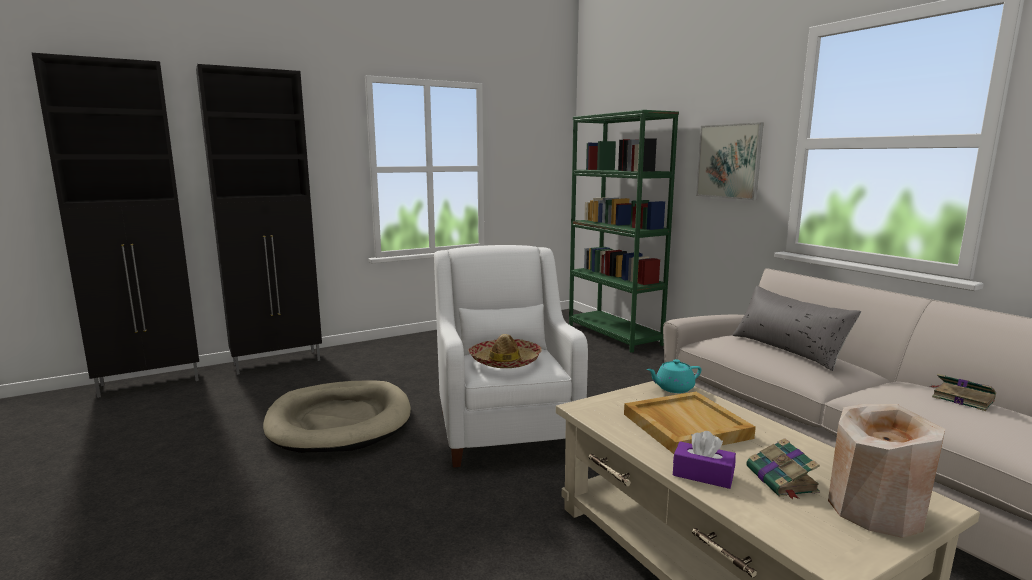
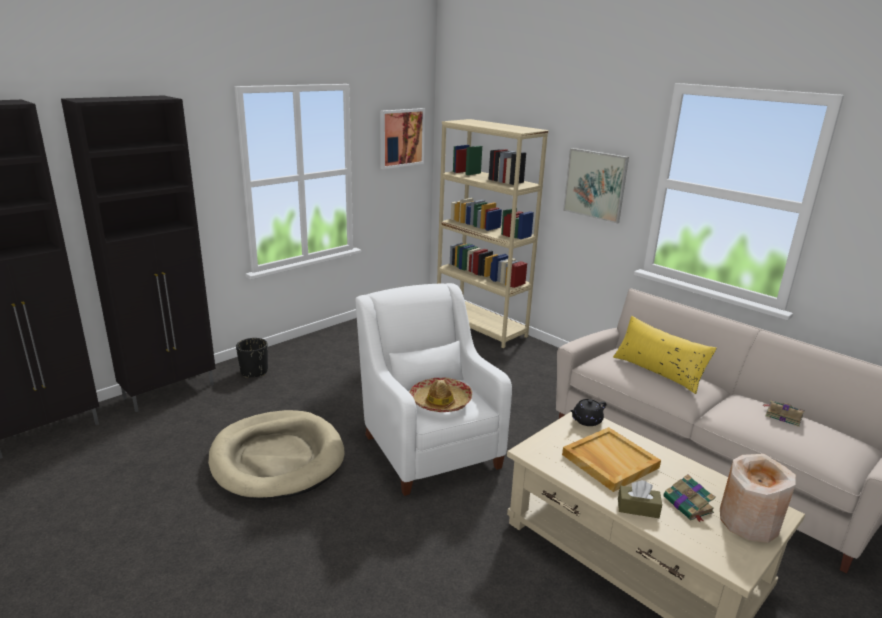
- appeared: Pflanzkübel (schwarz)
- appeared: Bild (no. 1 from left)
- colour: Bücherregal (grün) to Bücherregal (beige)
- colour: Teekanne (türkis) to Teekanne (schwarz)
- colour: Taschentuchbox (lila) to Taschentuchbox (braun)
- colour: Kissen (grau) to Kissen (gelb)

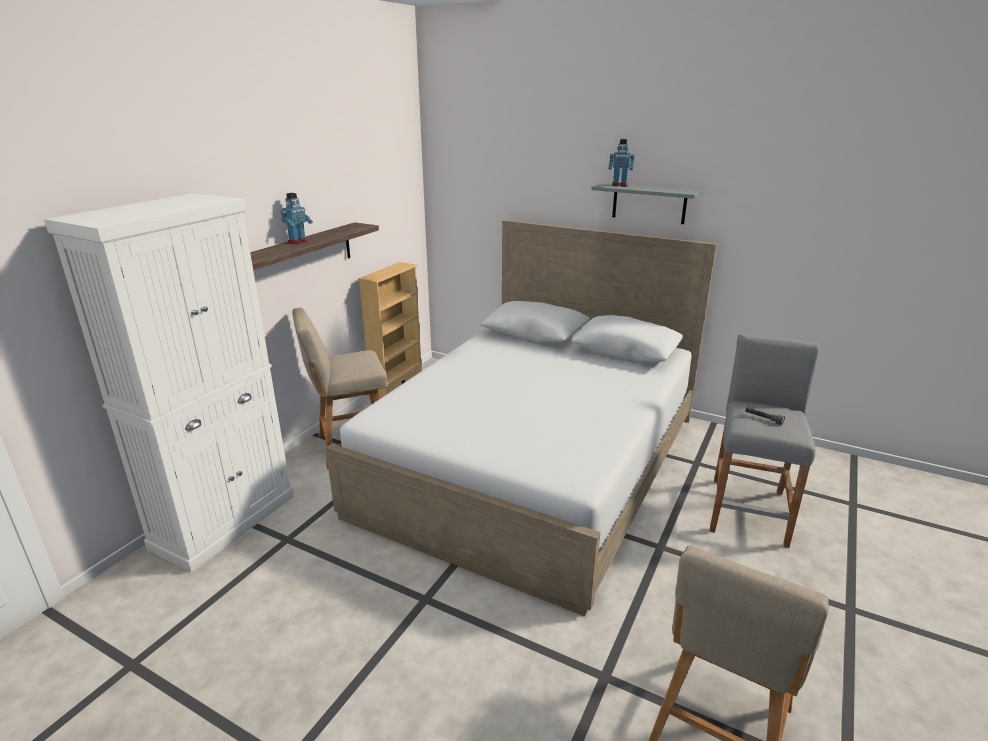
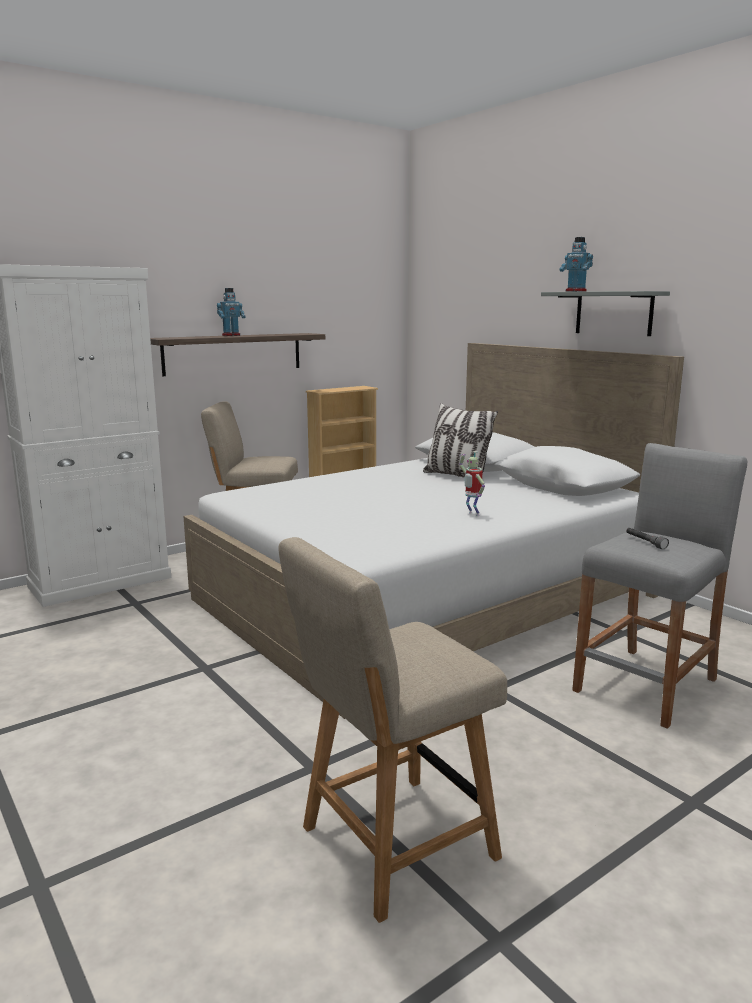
- appeared: Kissen
- appeared: Spielzeugroboter (no. 2 from left)

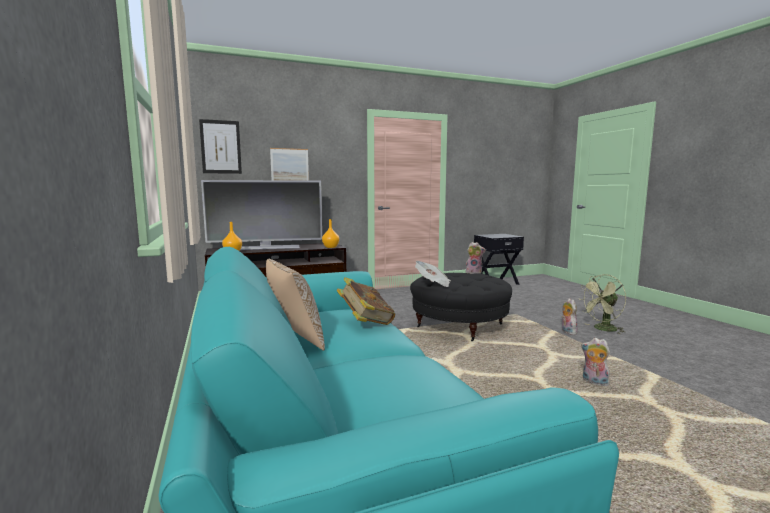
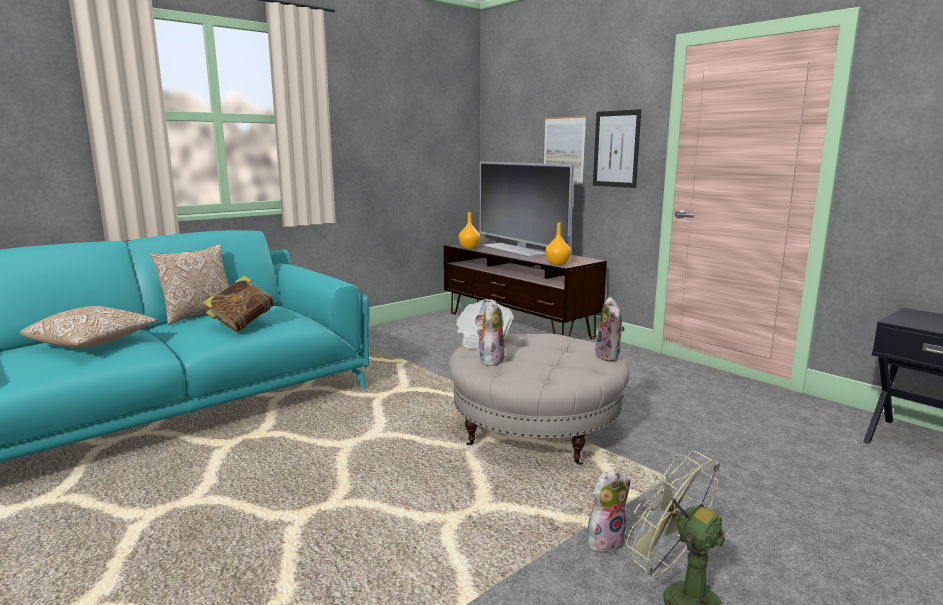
- appeared: Kissen (no. 1 from left)
- relocated: Bild (no. 1 from left in the first image) to Bild (no. 2 from left)
- relocated: Plüschtier (no. 3 from left in the first image) to Plüschtier (no. 1 from left)
- colour: Polsterhocker (schwarz) to Polsterhocker (beige)

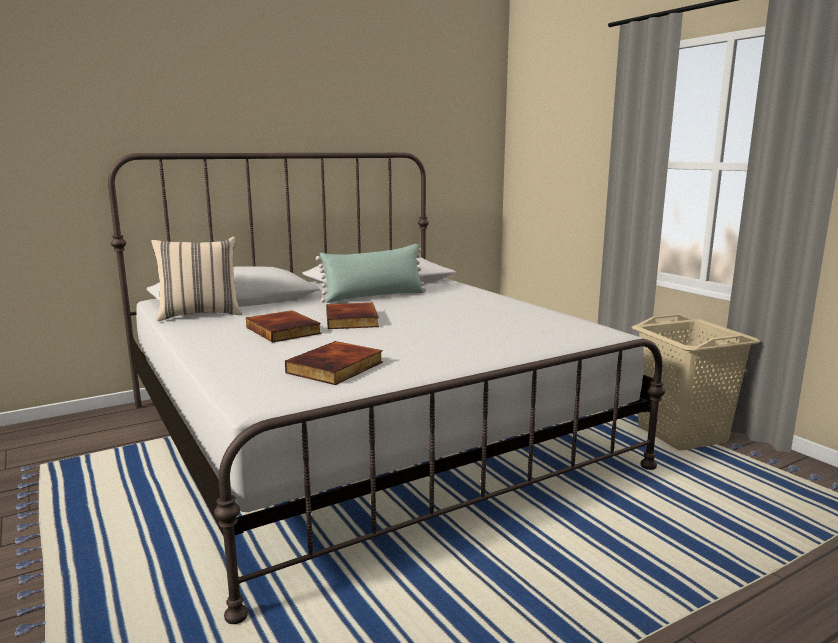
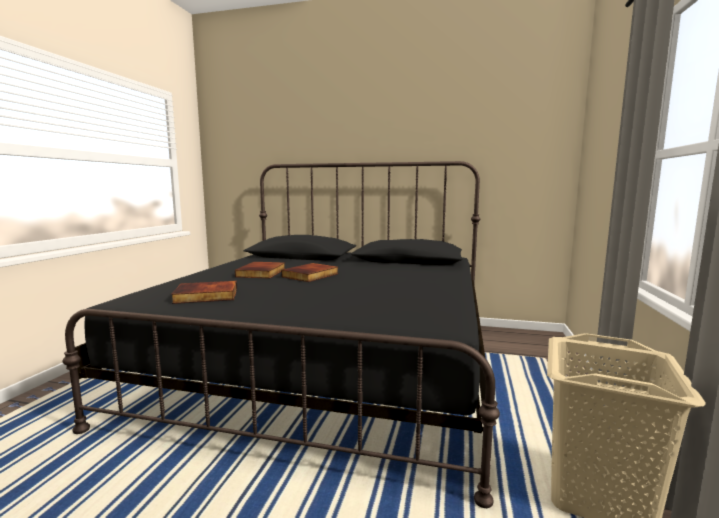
- missing: Kissen (beige)
- missing: Kissen (grün)
- colour: Bett (weiß) to Bett (schwarz)

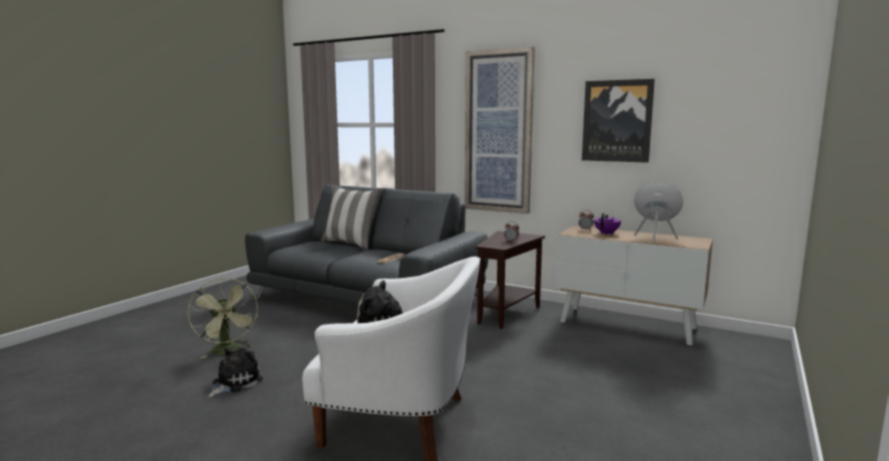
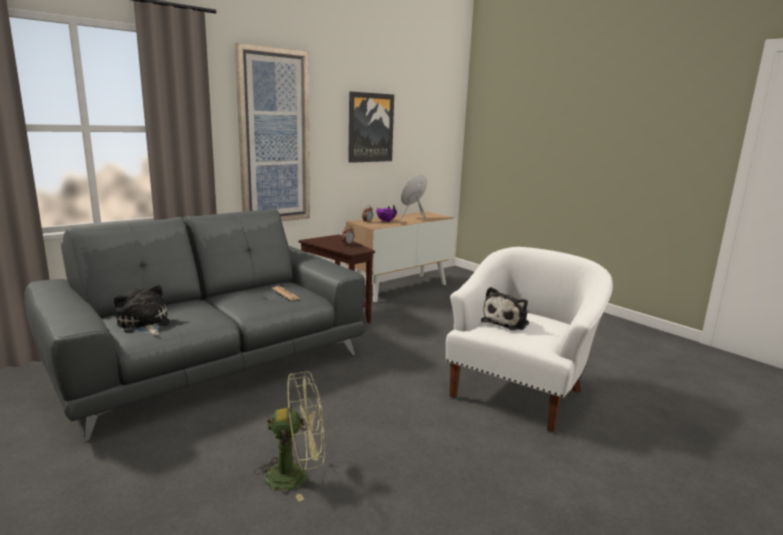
- missing: Kissen
- relocated: Plüschtier (no. 1 from left)

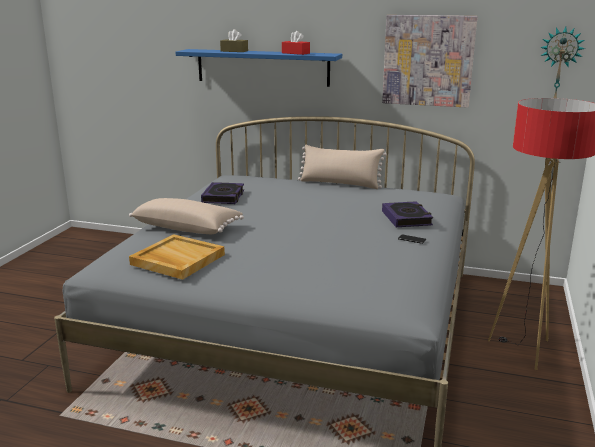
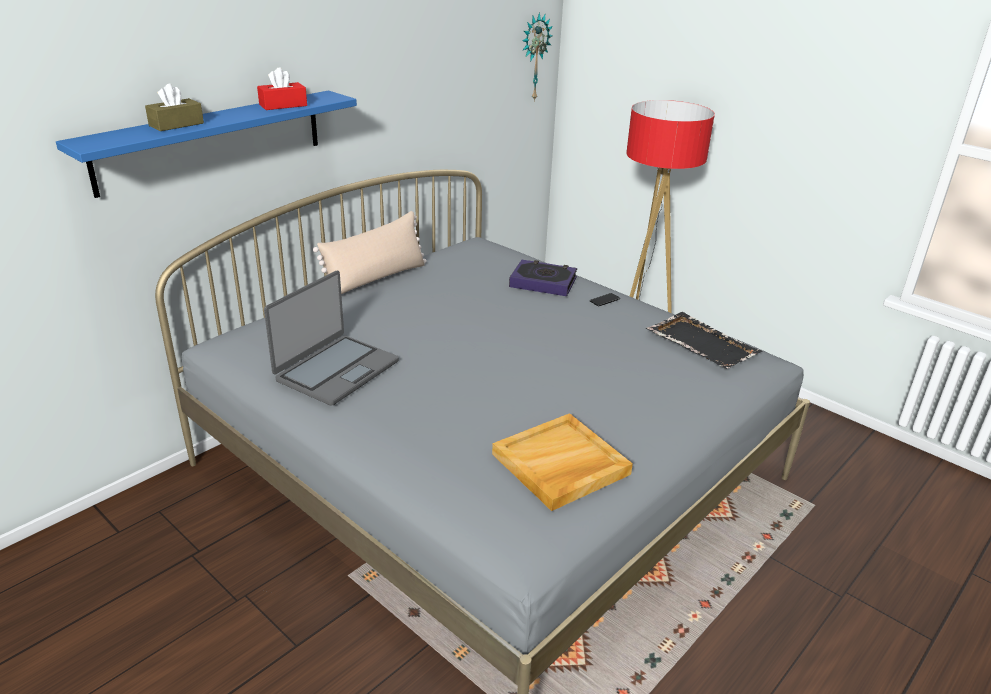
- missing: Kissen (beige) (no. 1 from left)
- missing: Bild
- appeared: Tablett (schwarz)
- exchanged: Buch (no. 1 from left) to Laptop

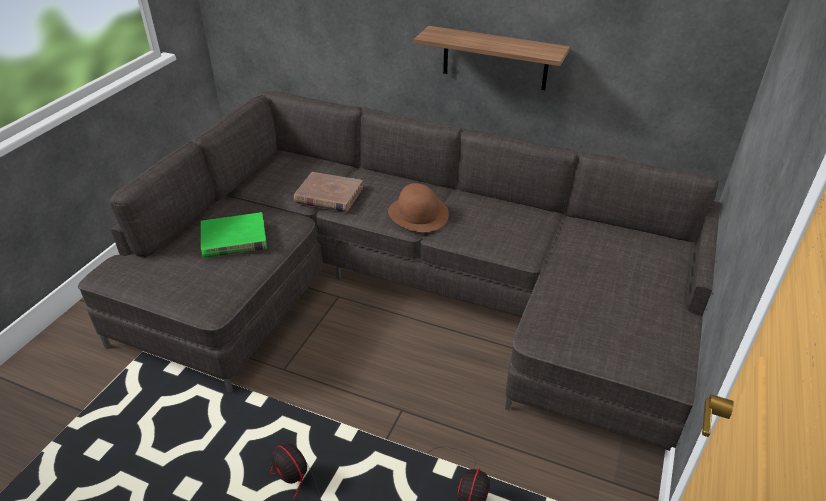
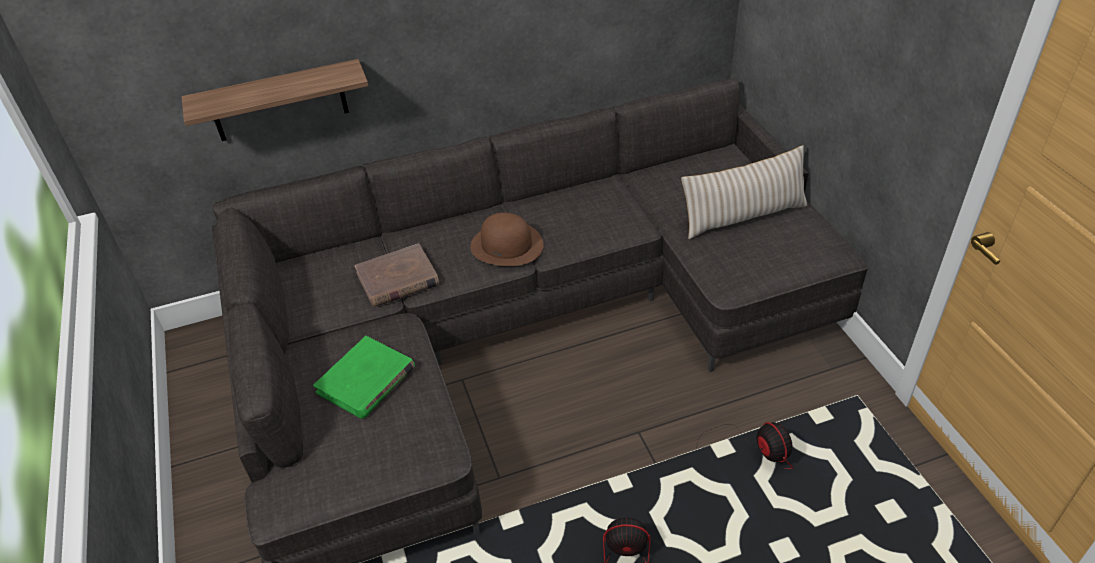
- appeared: Kissen (beige)
- relocated: Wandregal

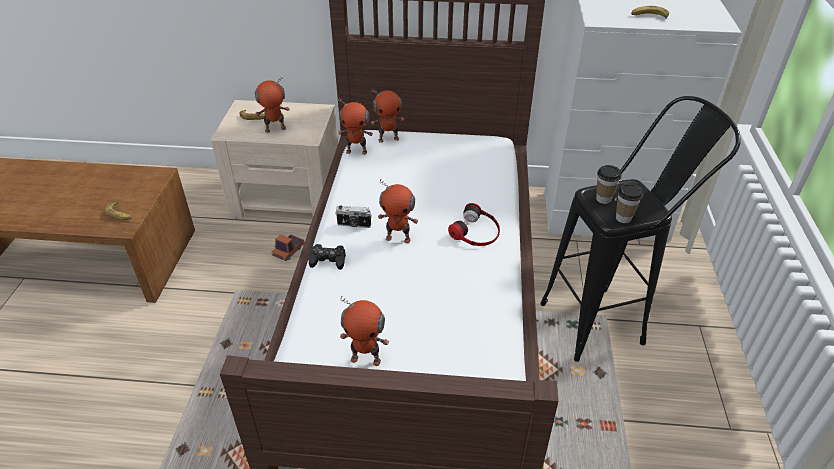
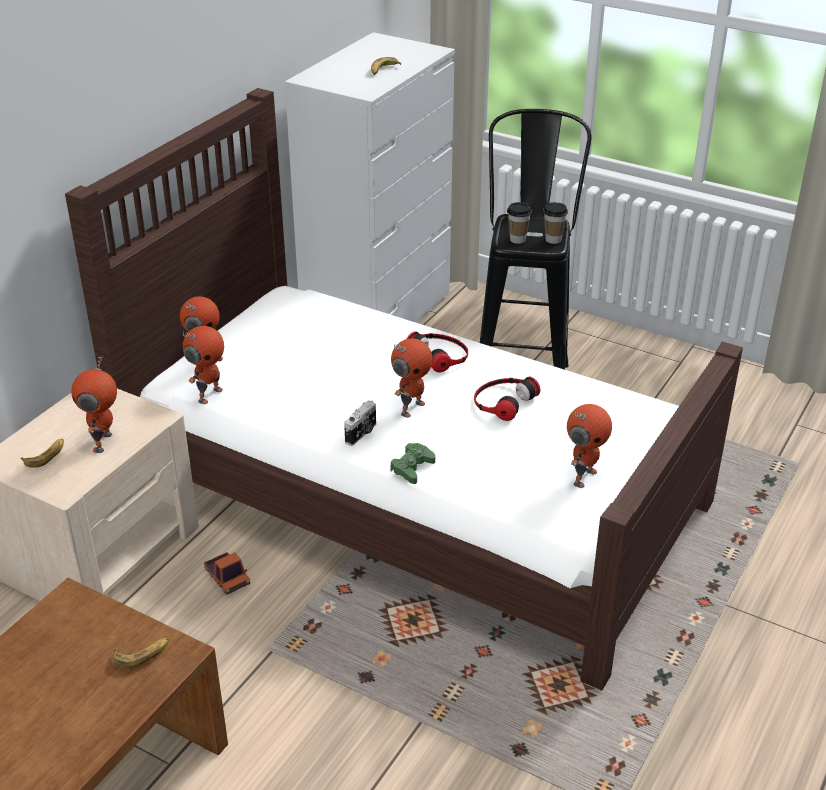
- appeared: Kopfhörer (no. 2 from left)
- colour: Gamepad (schwarz) to Gamepad (grün)

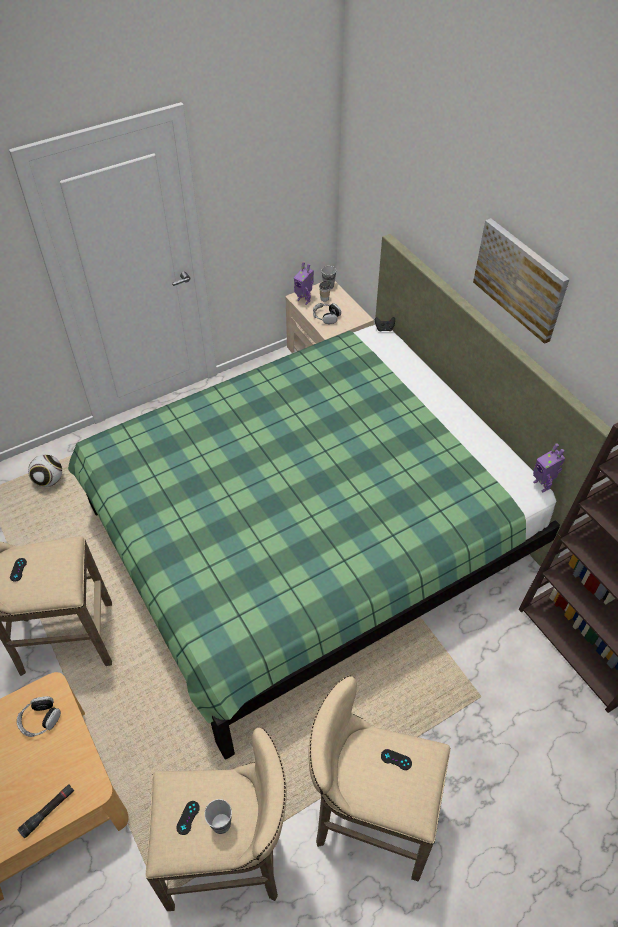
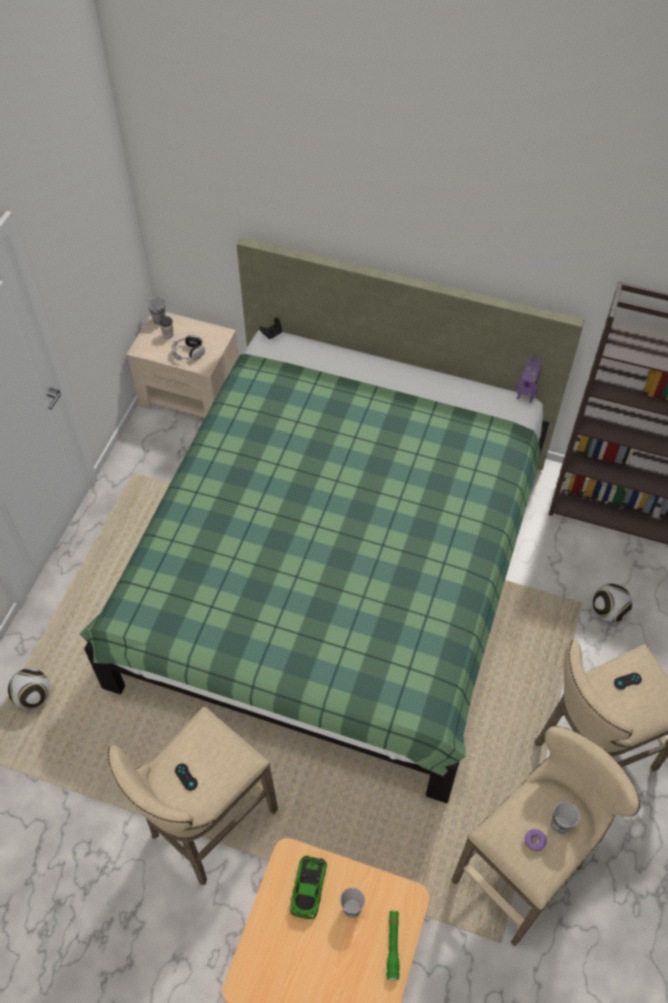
- missing: Spielzeugroboter (no. 1 from left)
- missing: Bild
- appeared: Tasse (no. 3 from left)
- appeared: Fußball (no. 2 from left)
- exchanged: Kopfhörer (no. 1 from left) to Spielzeugauto
- exchanged: Gamepad (schwarz) (no. 2 from left) to Donut
- colour: Taschenlampe (schwarz) to Taschenlampe (grün)

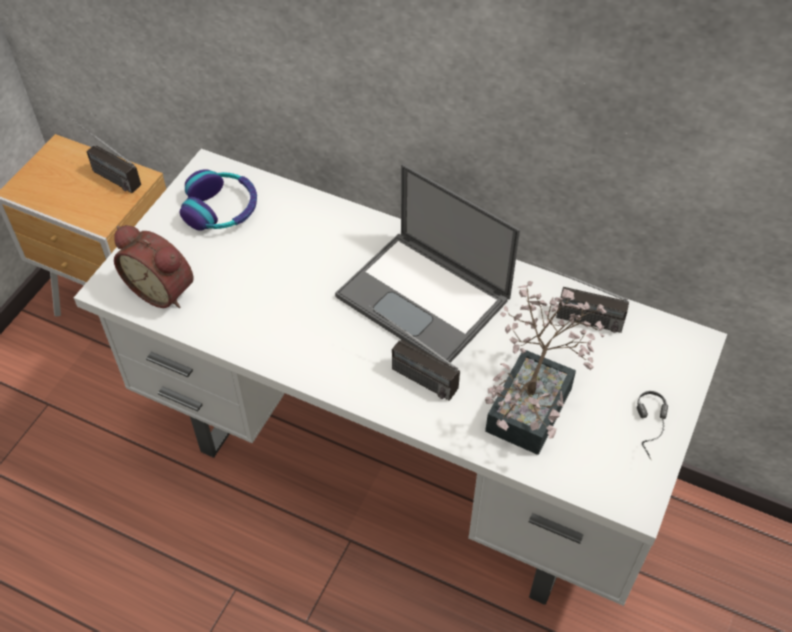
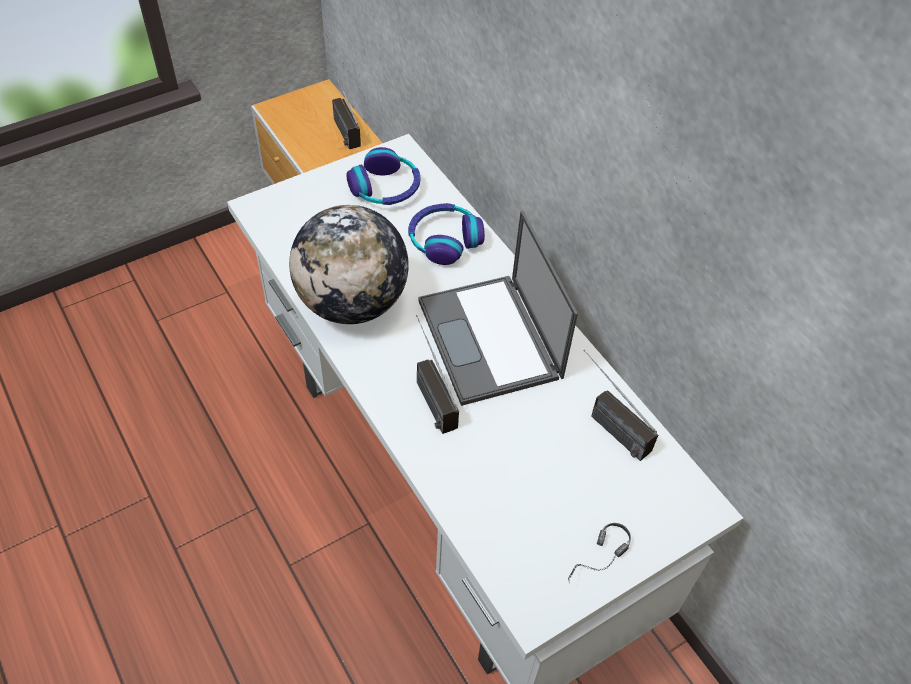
- missing: Wecker
- missing: Topfpflanze
- appeared: Globus
- appeared: Kopfhörer (no. 2 from left)

